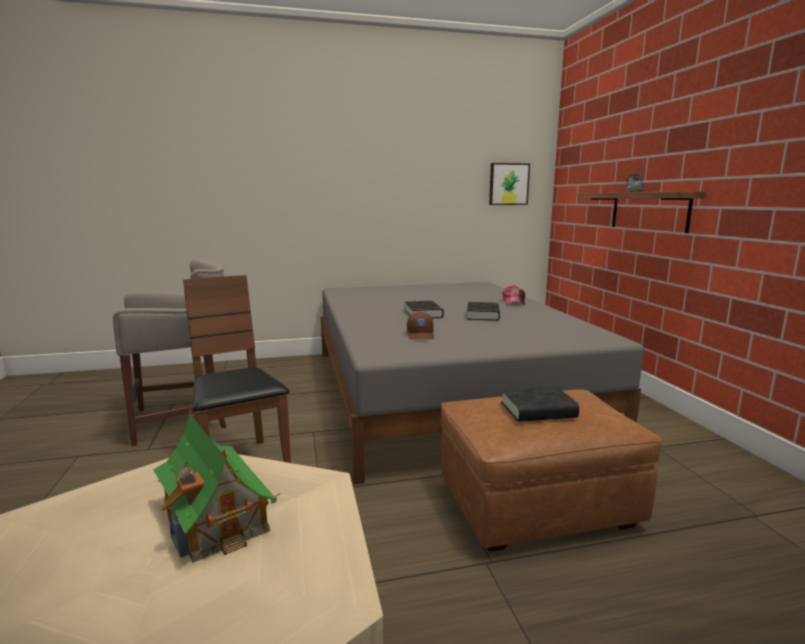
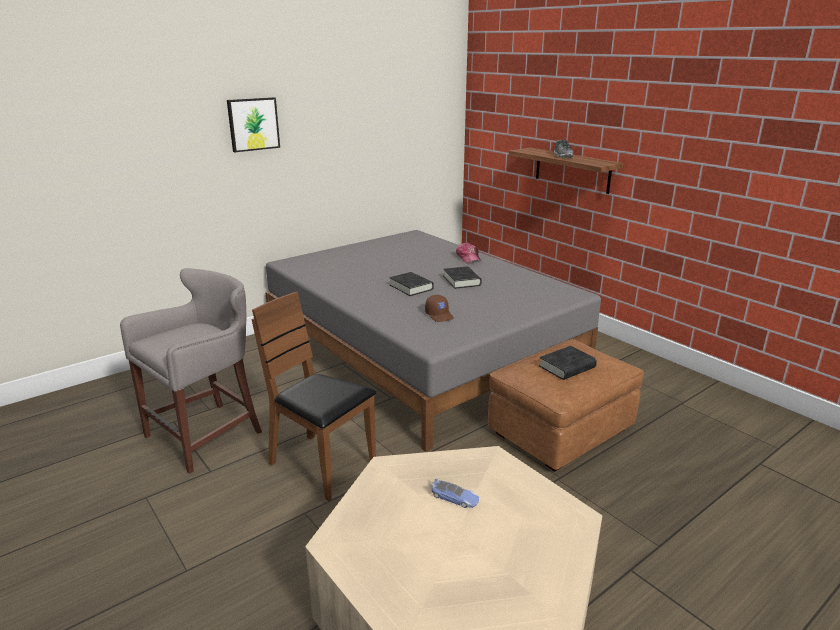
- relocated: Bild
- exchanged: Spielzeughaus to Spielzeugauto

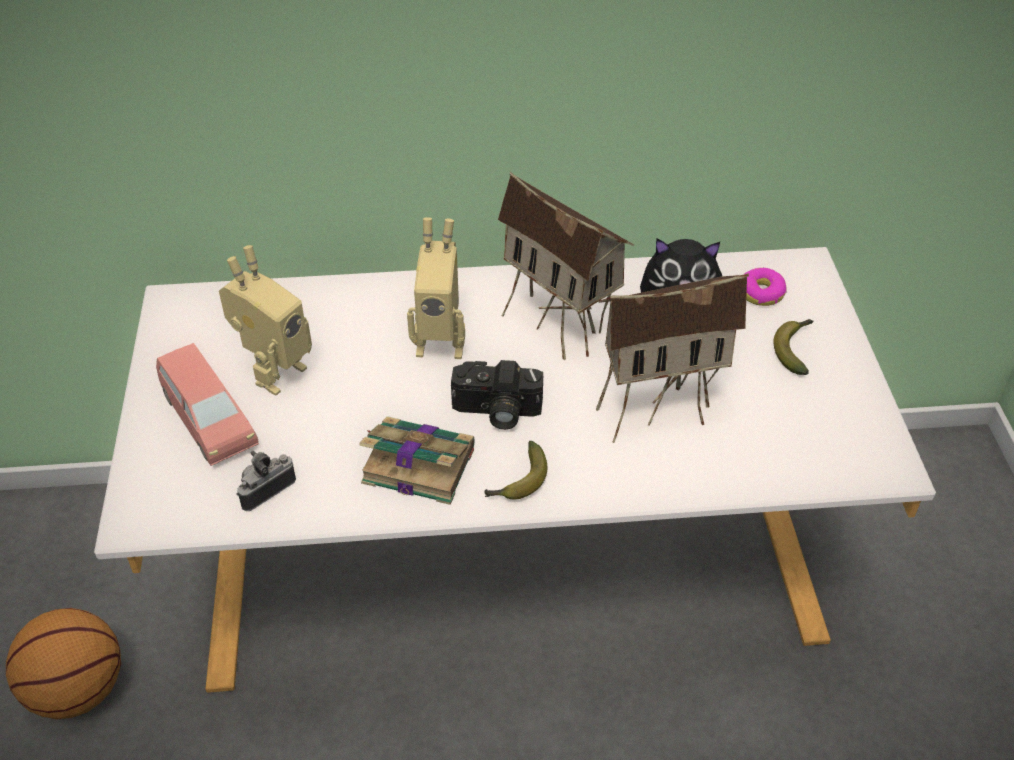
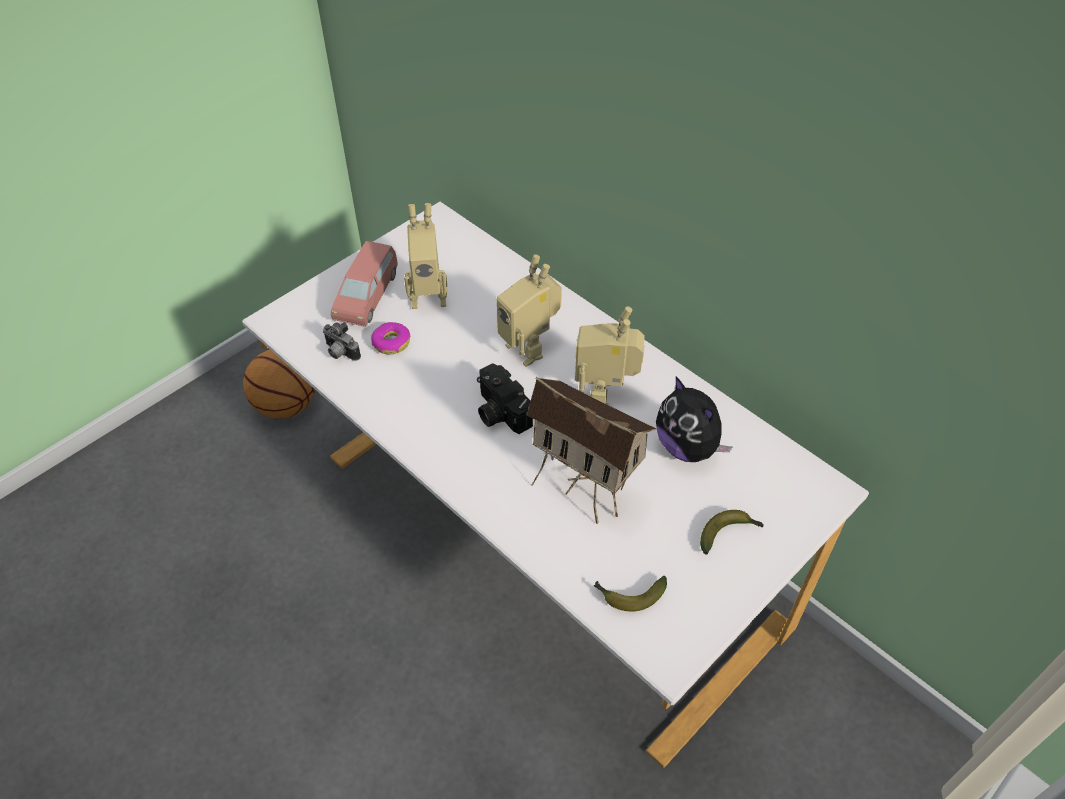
- missing: Buch
- relocated: Banane (no. 1 from left)
- relocated: Donut
- exchanged: Spielzeughaus (no. 1 from left) to Spielzeugroboter (no. 3 from left)
- spun: Kamera (no. 1 from left) 150 degrees counterclockwise

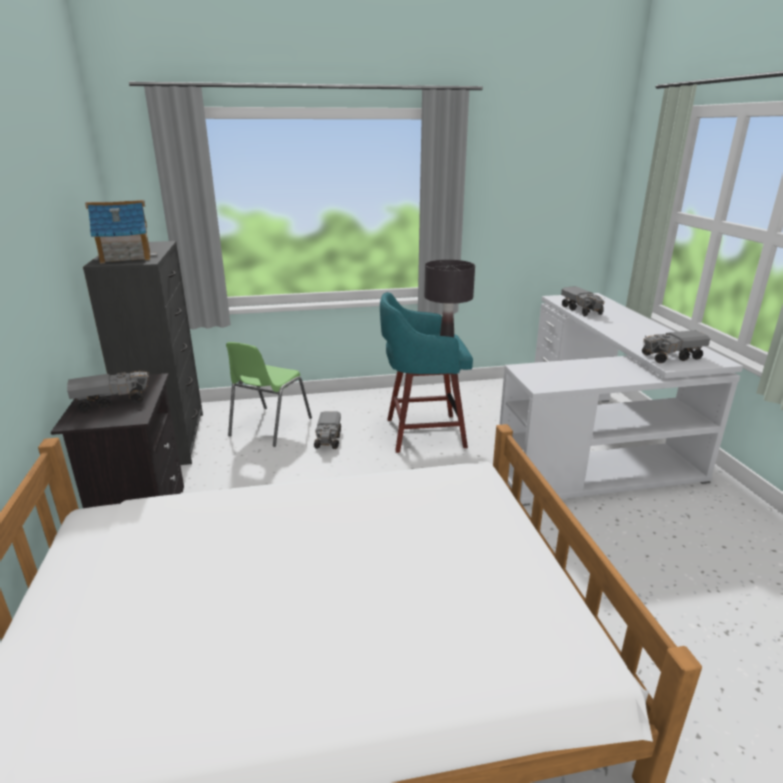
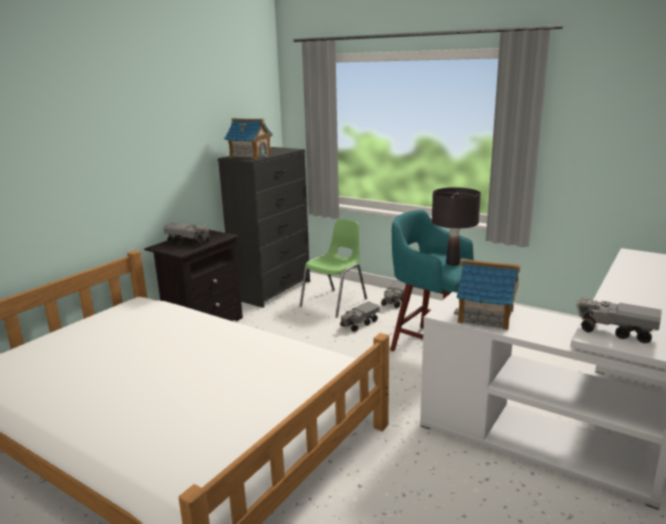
- appeared: Spielzeughaus (no. 2 from left)
- relocated: Spielzeuglaster (no. 3 from left)
- spun: Stuhl (grün) 150 degrees clockwise

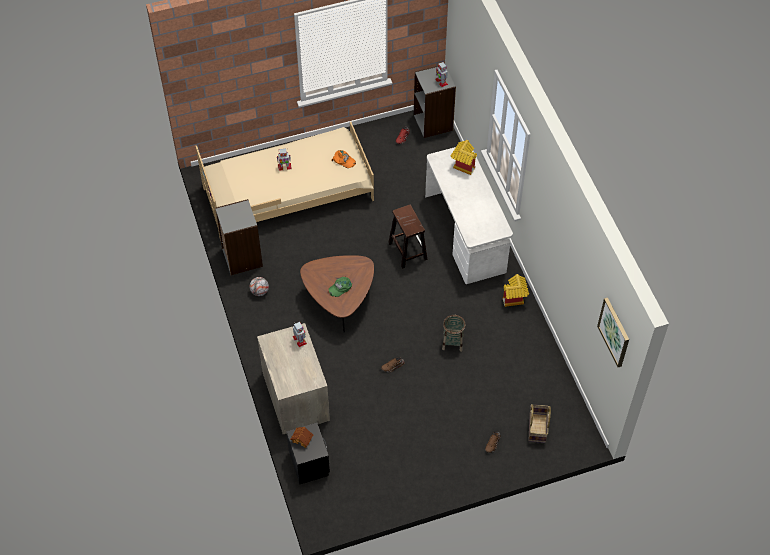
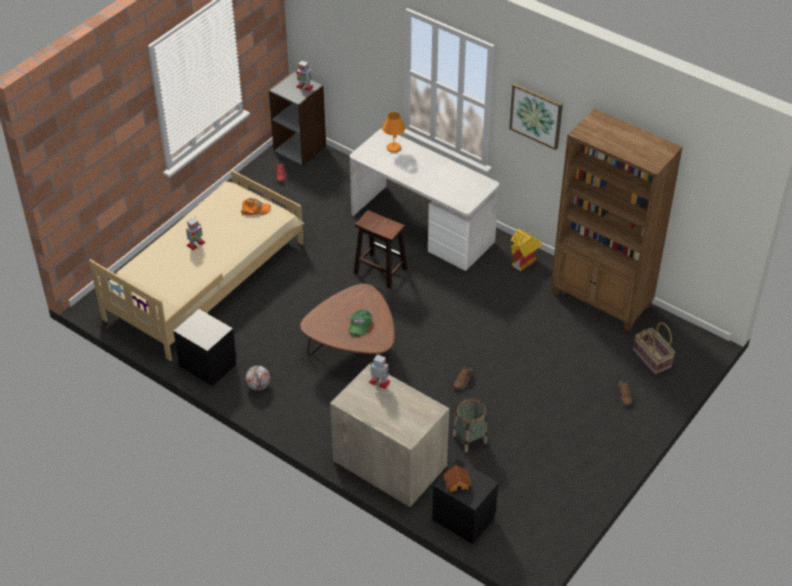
- appeared: Bücherregal (braun)
- relocated: Korb (no. 1 from left)
- relocated: Bild
- exchanged: Bücherregal (grau) (no. 1 from left) to Nachttisch (schwarz) (no. 1 from left)
- exchanged: Spielzeughaus (no. 2 from left) to Tischlampe (orange)

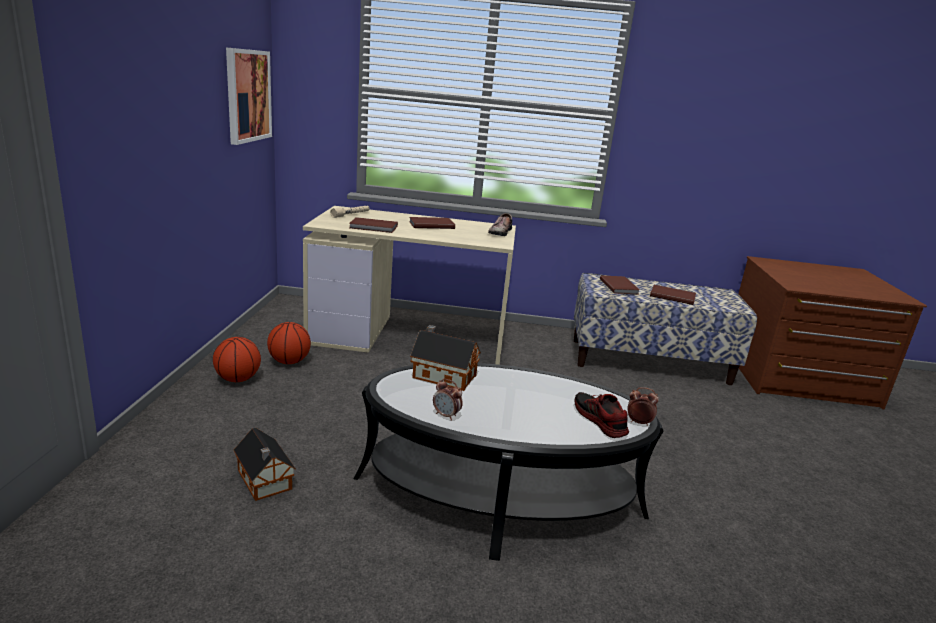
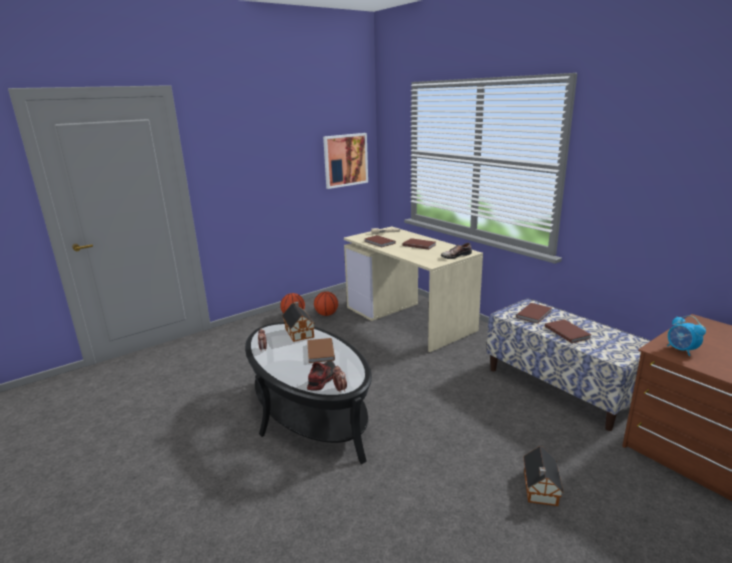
- appeared: Buch (braun) (no. 1 from left)
- appeared: Wecker (no. 3 from left)
- relocated: Spielzeughaus (no. 1 from left in the first image) to Spielzeughaus (no. 2 from left)

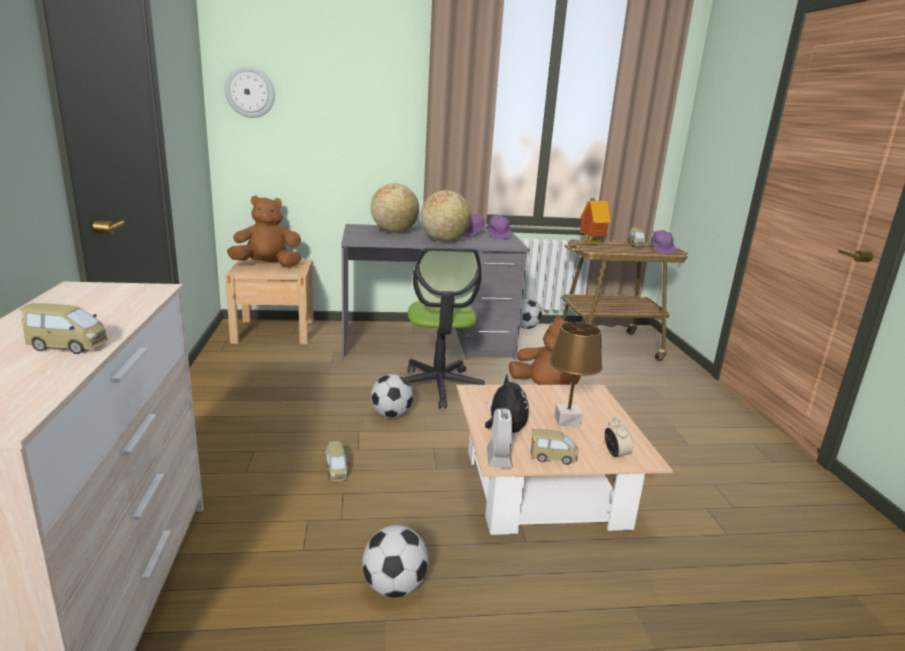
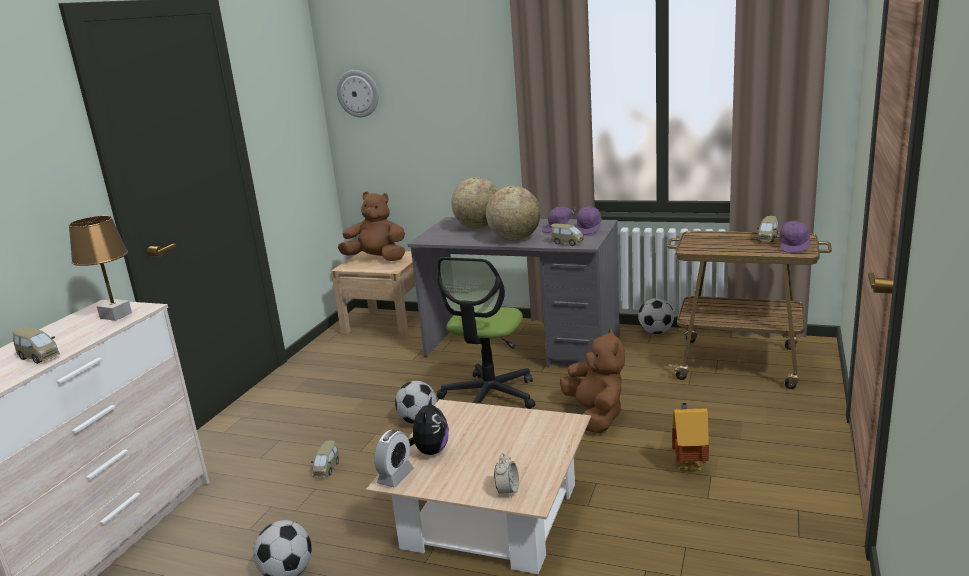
- relocated: Spielzeugauto (no. 3 from left)
- relocated: Tischlampe (braun)
- relocated: Spielzeughaus

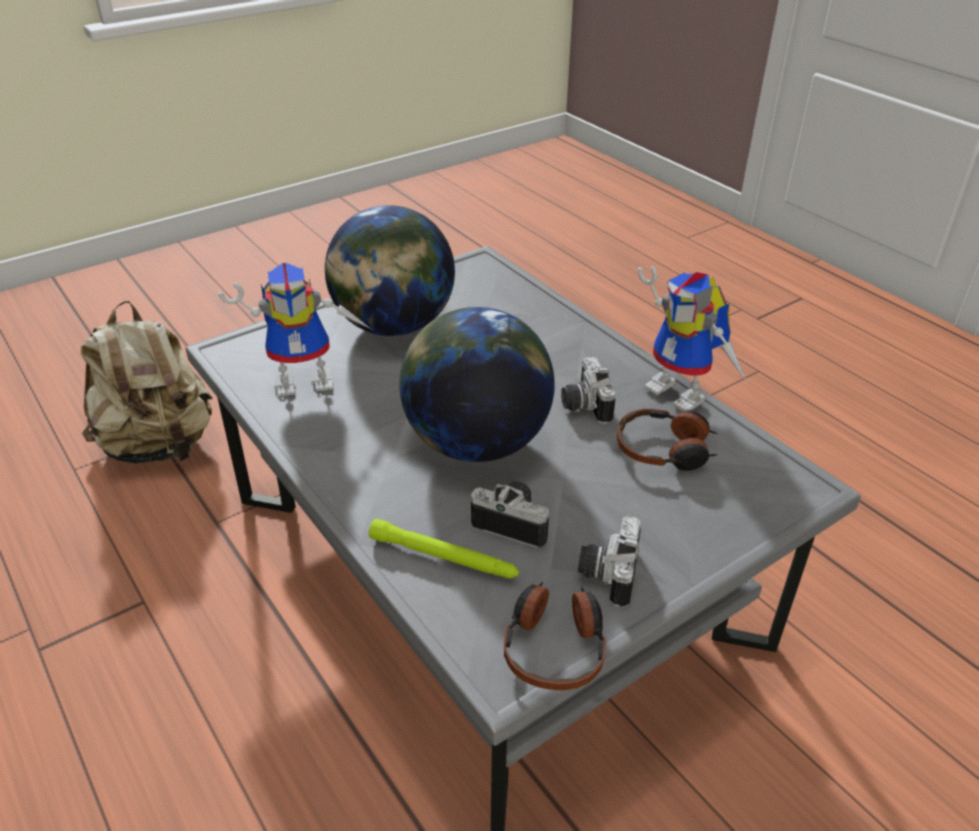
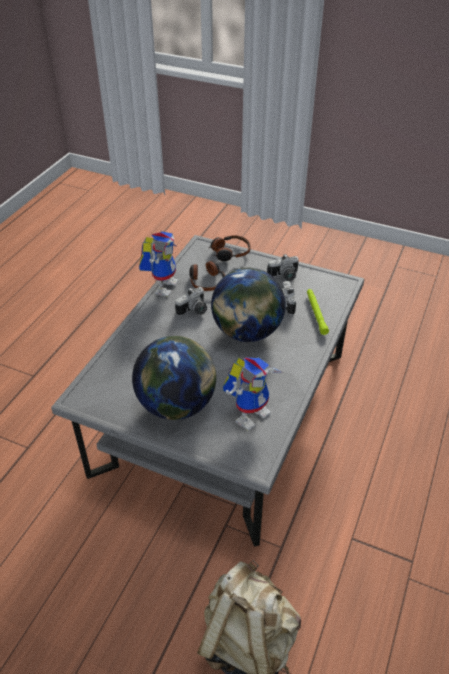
- relocated: Kopfhörer (no. 1 from left in the first image) to Kopfhörer (no. 2 from left)
- spun: Spielzeugroboter (no. 1 from left in the first image) 90 degrees clockwise

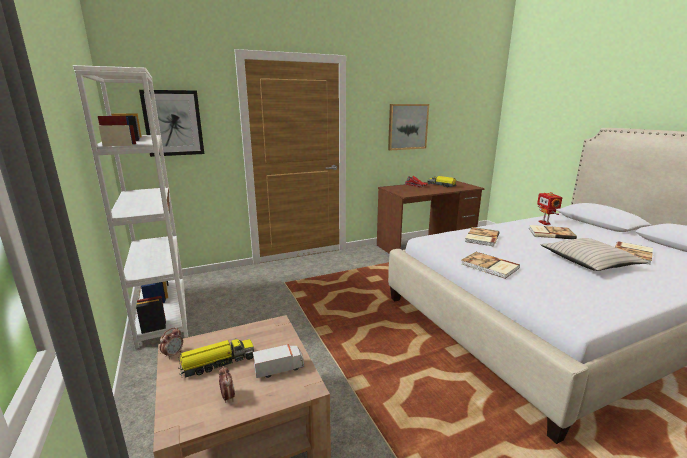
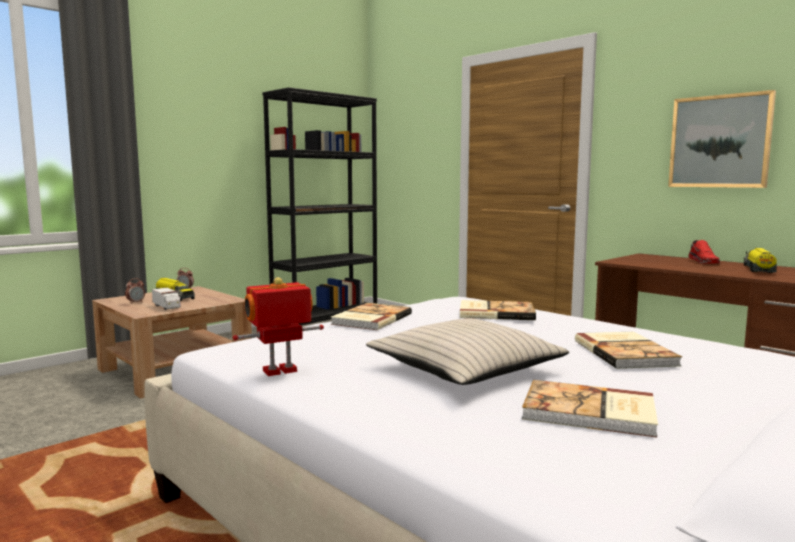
- missing: Bild (no. 1 from left)
- relocated: Spielzeugroboter
- colour: Bücherregal (weiß) to Bücherregal (schwarz)

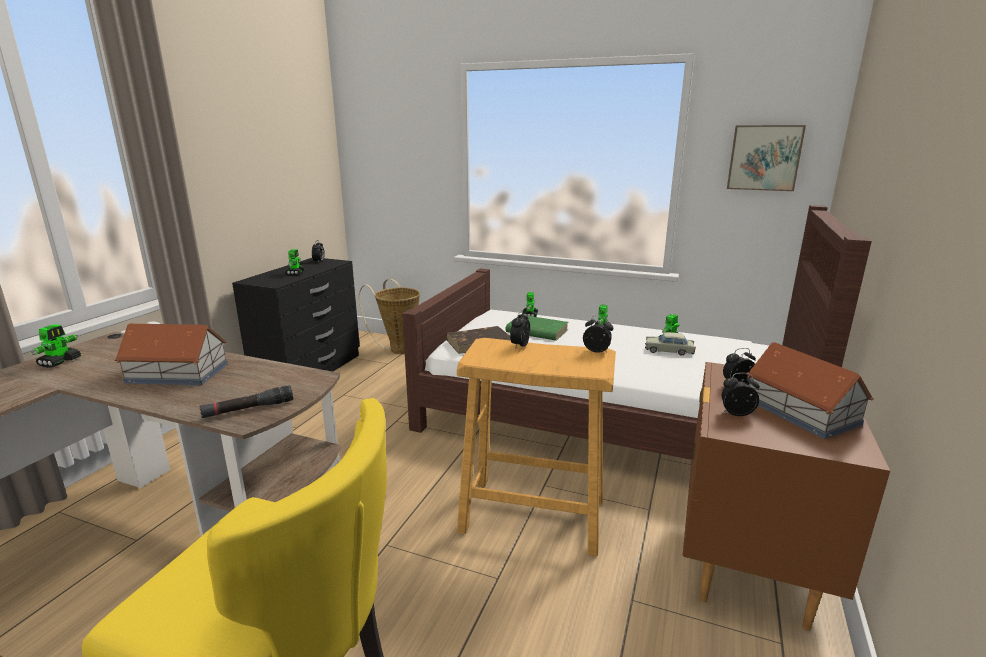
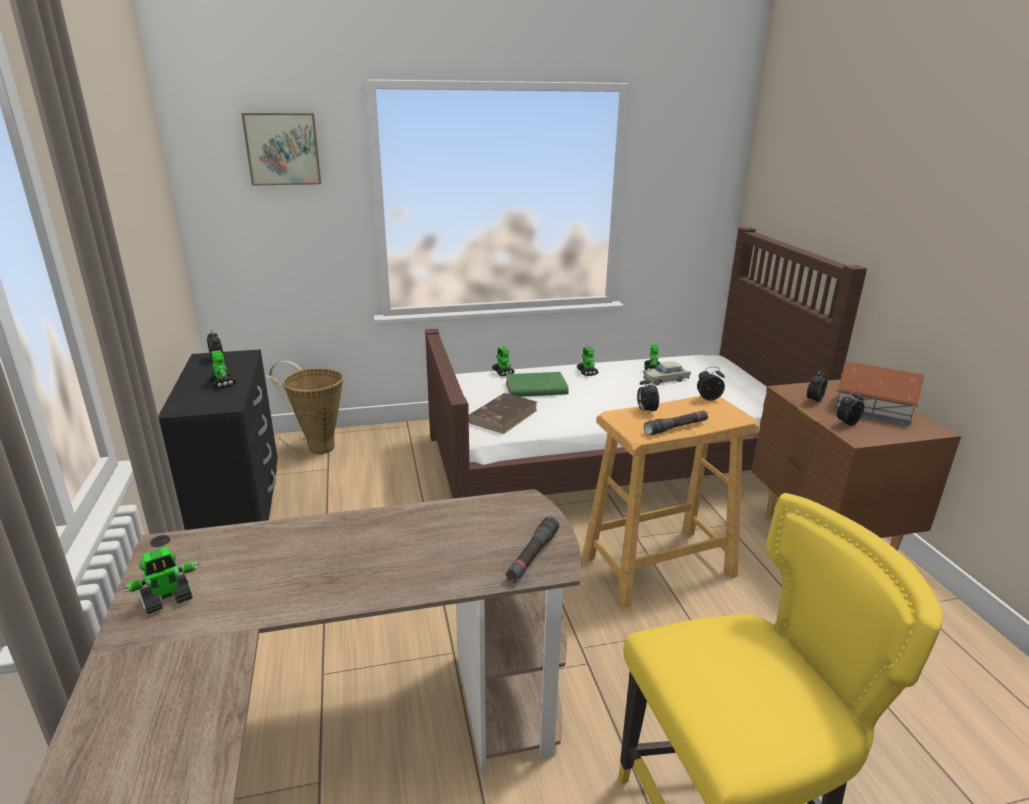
- missing: Spielzeughaus (no. 1 from left)
- appeared: Taschenlampe (schwarz) (no. 2 from left)
- relocated: Bild
- spun: Spielzeugroboter (no. 1 from left) 75 degrees clockwise

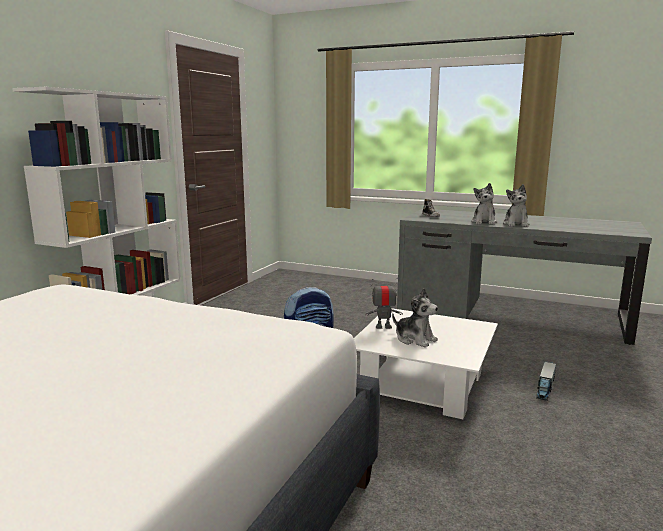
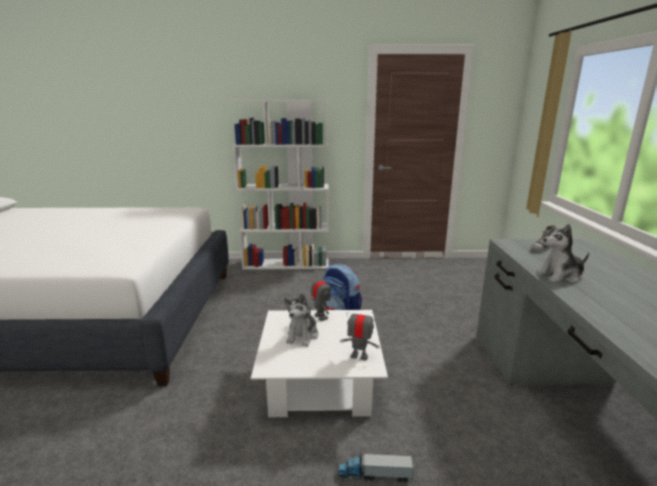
- missing: Plüschtier (no. 3 from left)
- appeared: Spielzeugroboter (no. 2 from left)

